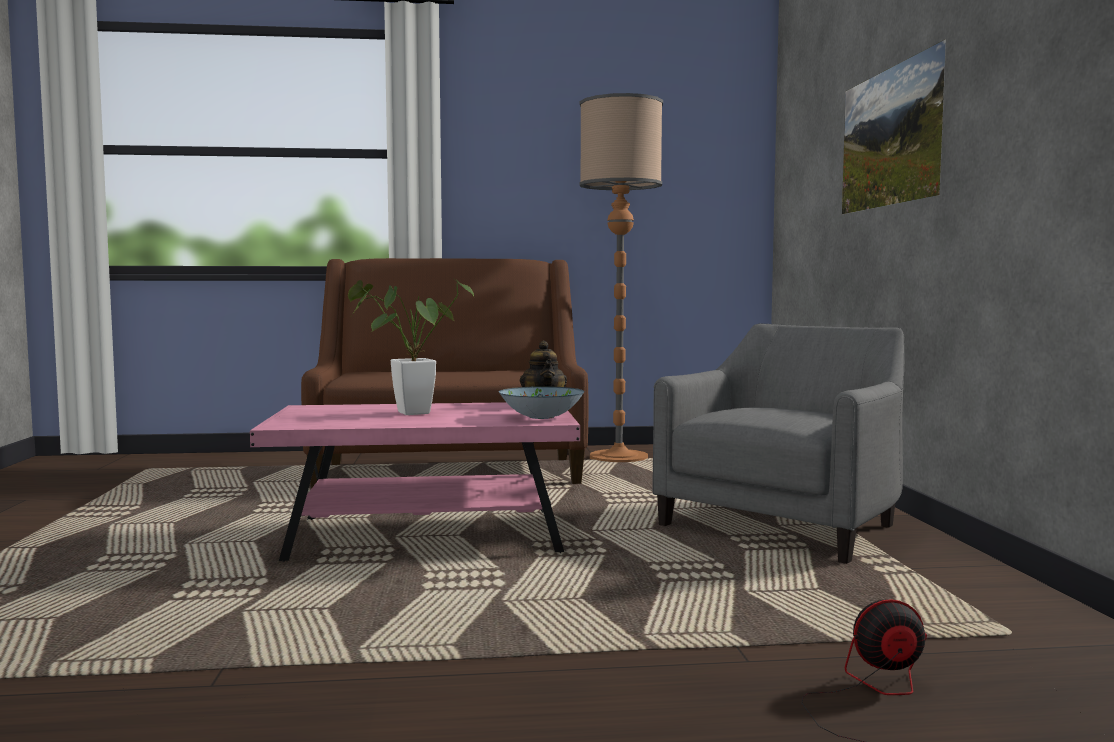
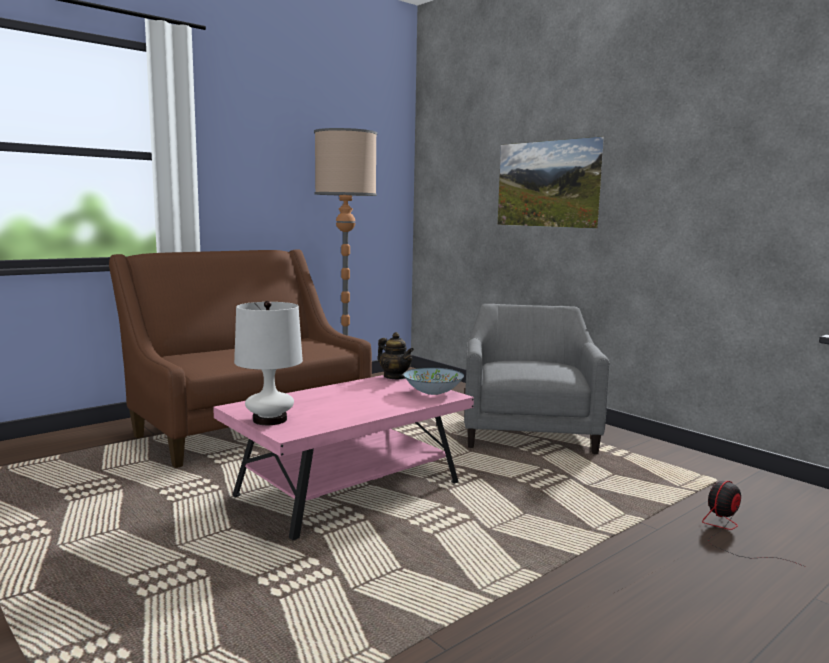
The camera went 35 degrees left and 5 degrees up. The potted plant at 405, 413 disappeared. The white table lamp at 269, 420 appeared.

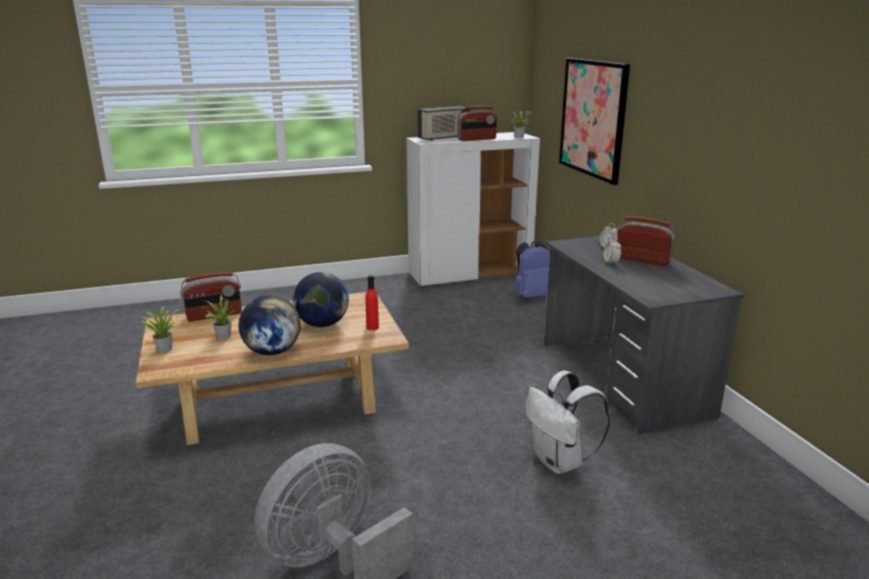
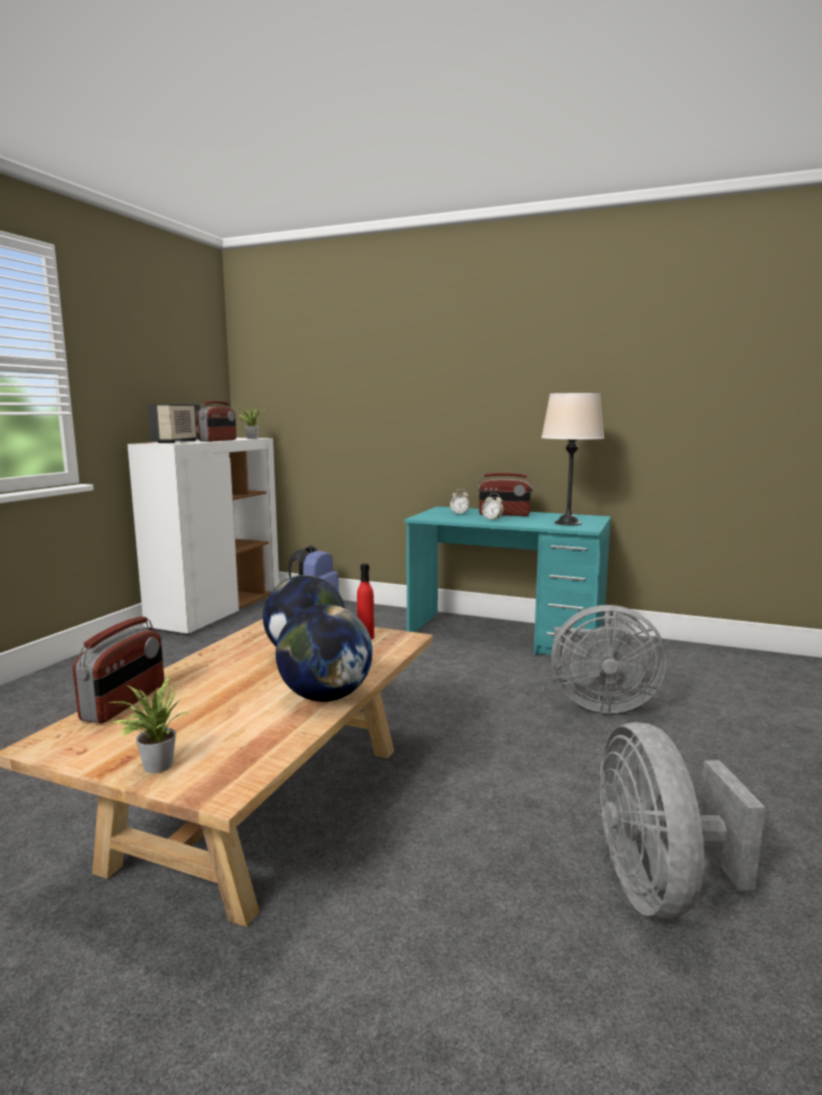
The camera went 50 degrees left and 10 degrees down. The picture at 593, 118 disappeared. The radio at 642, 260 turned 150 degrees counterclockwise. The grey desk at 622, 378 became the turquoise desk at 505, 636. The potted plant at 221, 337 disappeared. The white backpack at 560, 462 was replaced by the grey fan at 598, 704. The beige table lamp at 567, 523 appeared.

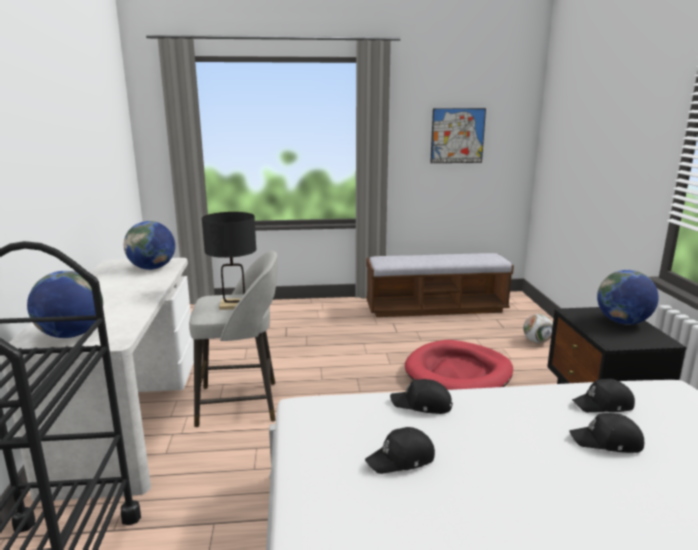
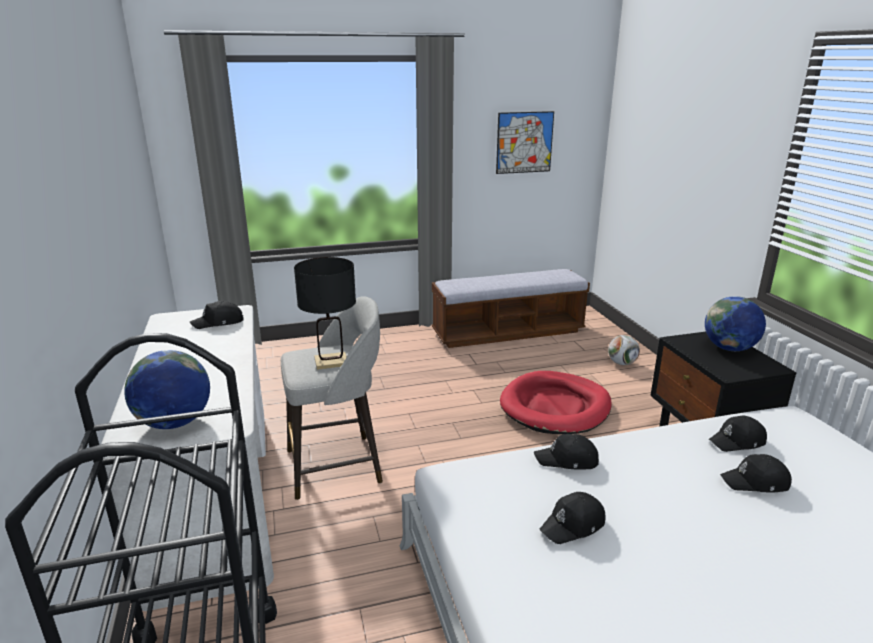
The camera went 10 degrees left and 5 degrees up. The globe at 152, 268 was replaced by the black cap at 219, 322.

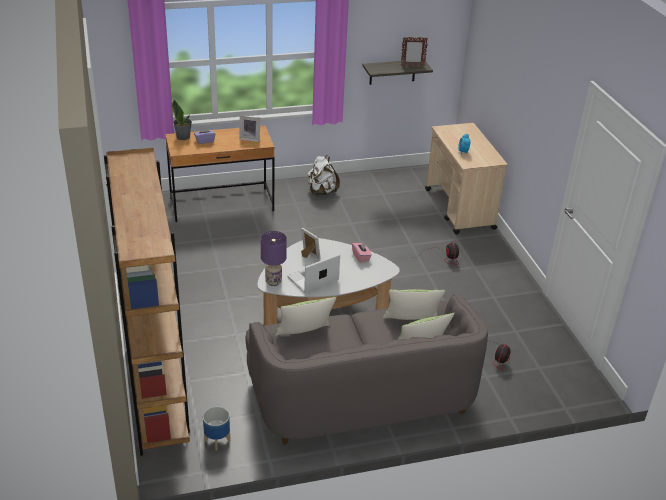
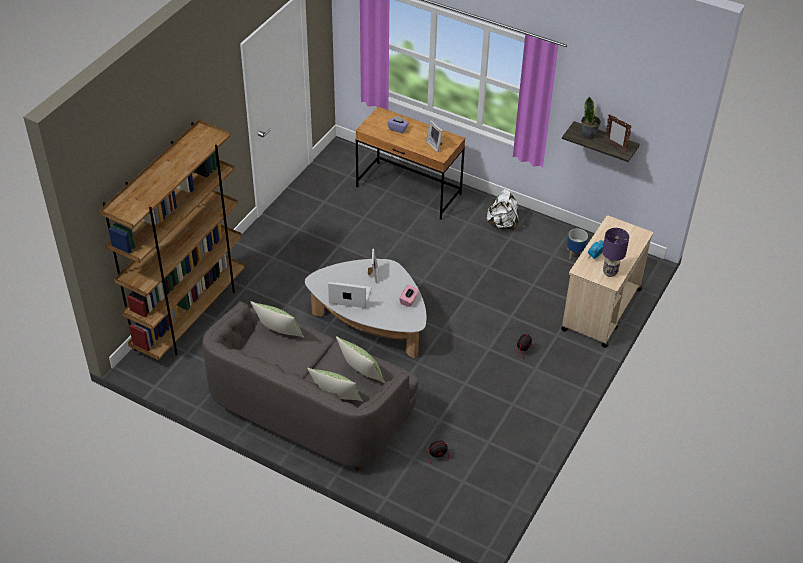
The camera went 45 degrees right and 10 degrees up. The potted plant moved from 183, 137 to 589, 134. The purple table lamp moved from 273, 282 to 610, 272. The planter moved from 217, 440 to 575, 254.

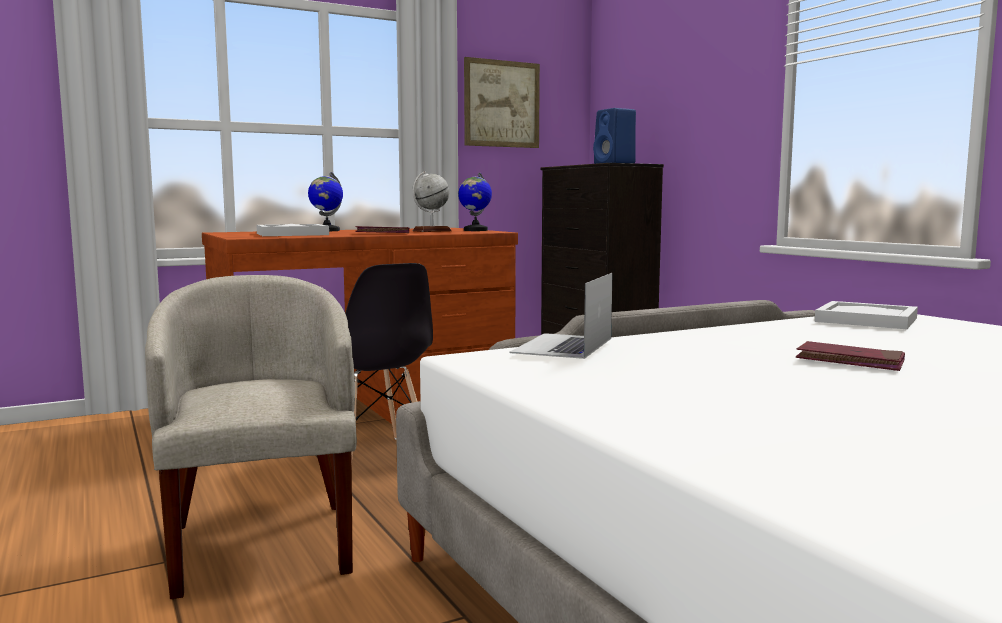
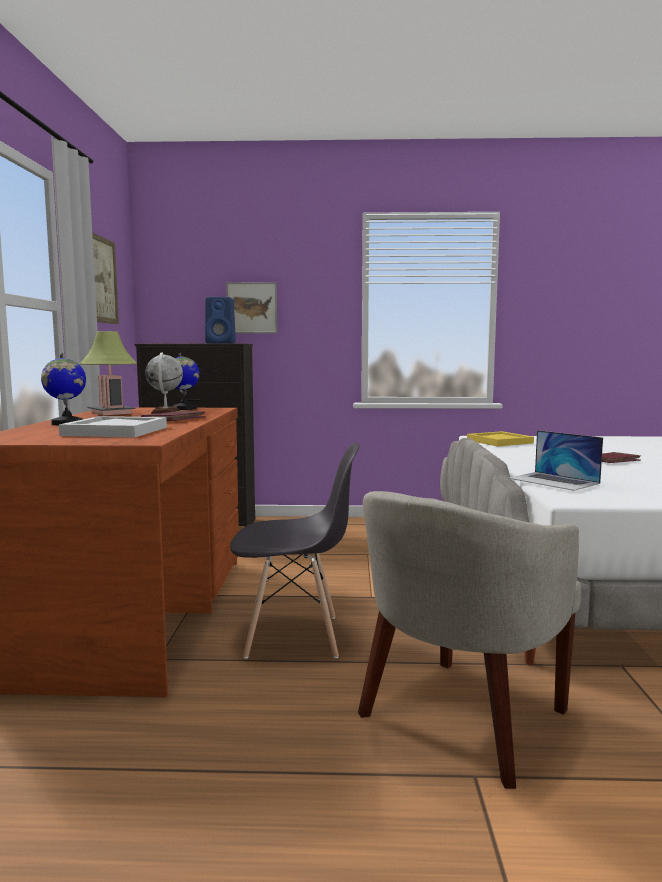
The camera went 60 degrees left and 0 degrees up. The beige armchair at 262, 543 turned 60 degrees counterclockwise. The white tray at 864, 320 became the yellow tray at 499, 442. The picture at 252, 308 appeared. The table lamp at 111, 413 appeared.

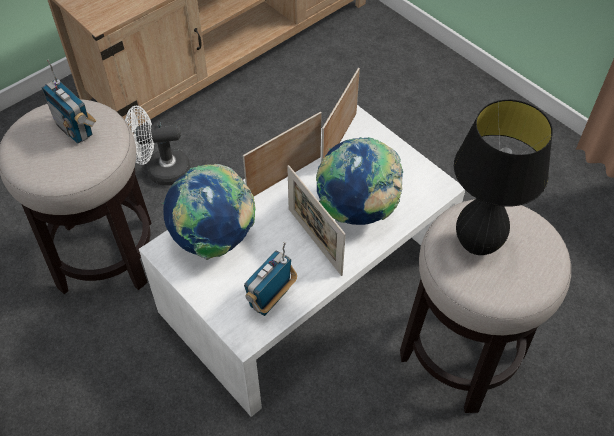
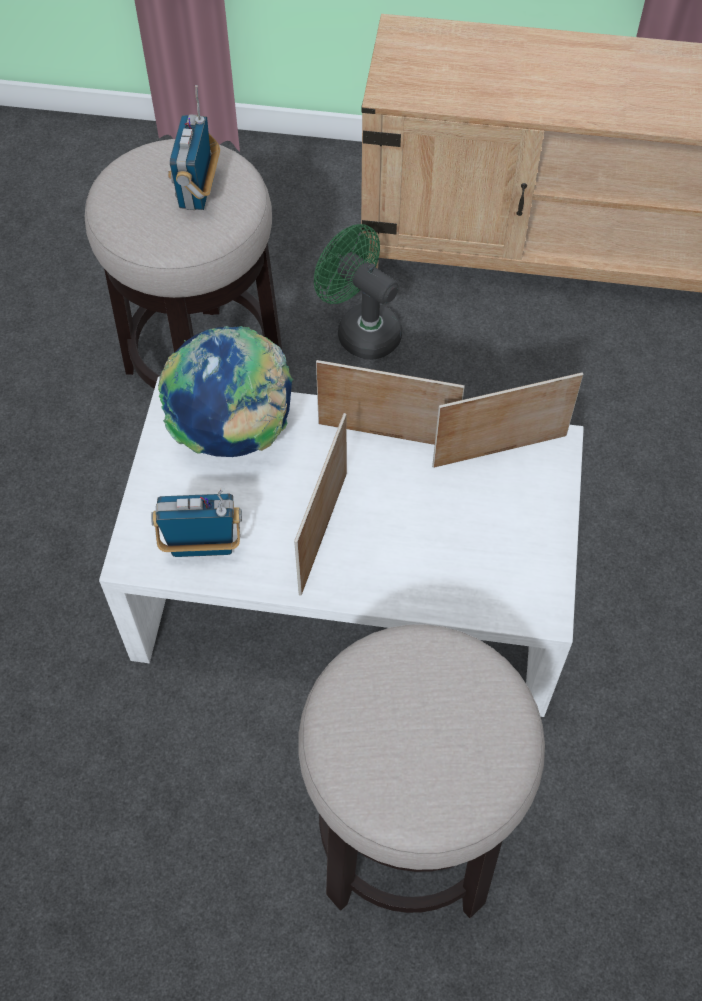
The camera went 50 degrees right and 5 degrees up. The black table lamp at 476, 245 disappeared. The white fan at 161, 171 became the green fan at 360, 330. The globe at 357, 210 disappeared.

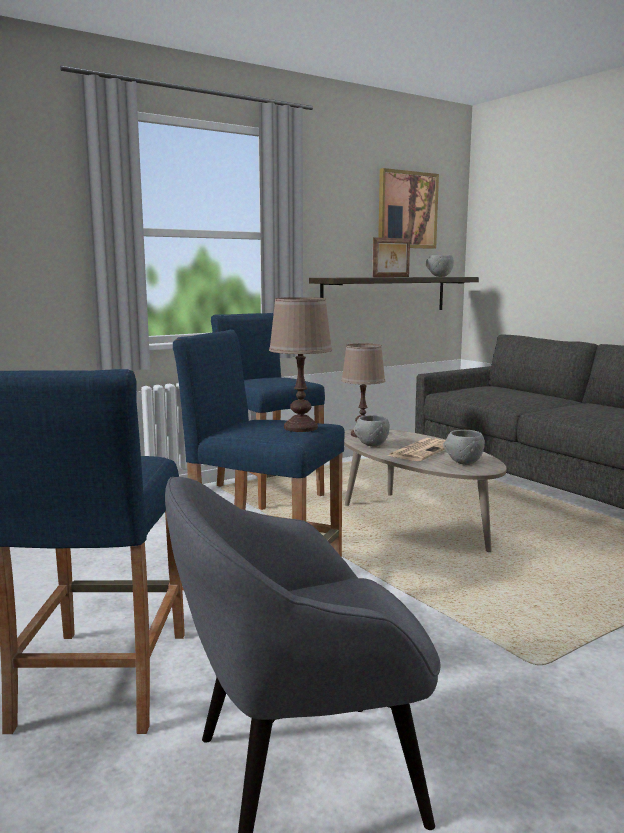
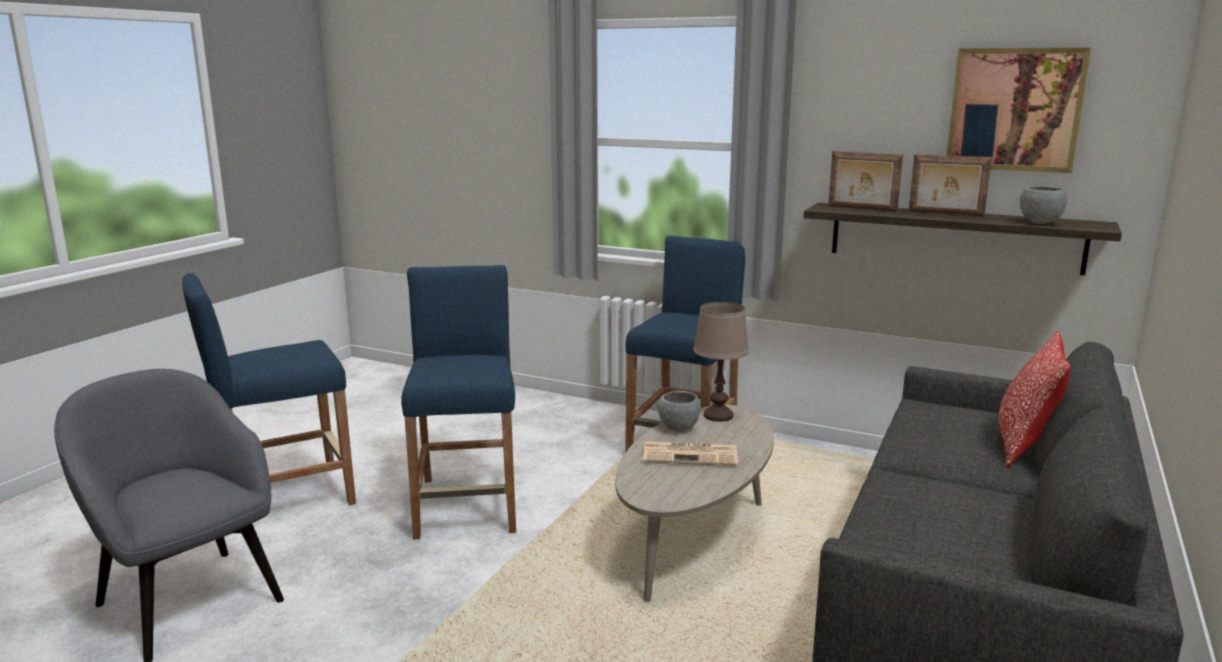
The camera went 60 degrees right and 5 degrees up. The brown table lamp at 300, 428 disappeared. The grey bowl at 463, 463 disappeared. The picture frame at 862, 209 appeared. The pillow at 1024, 446 appeared.

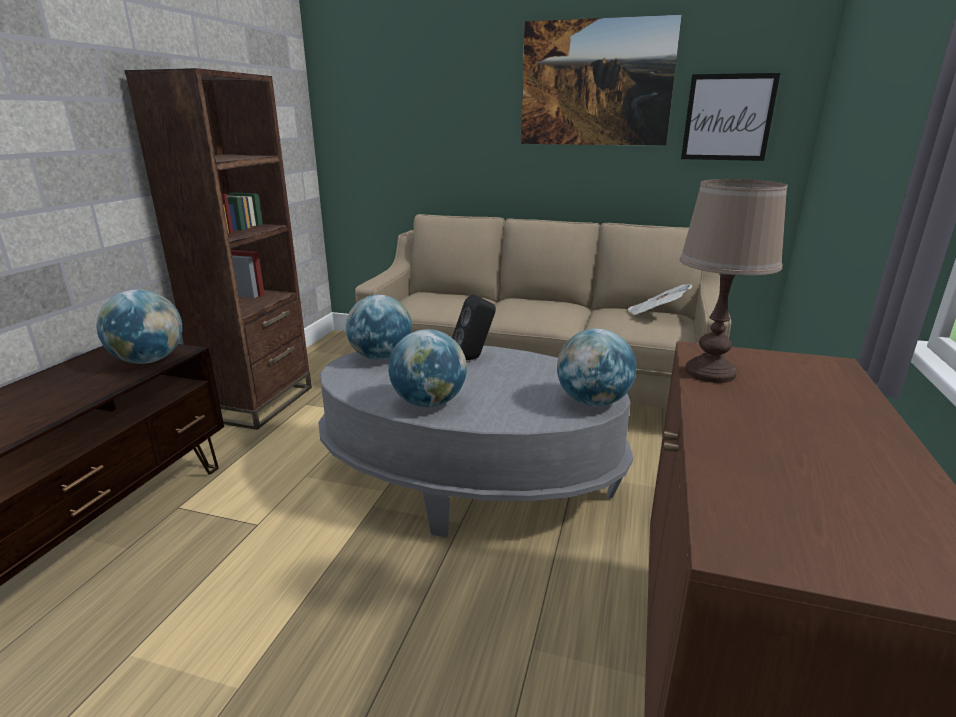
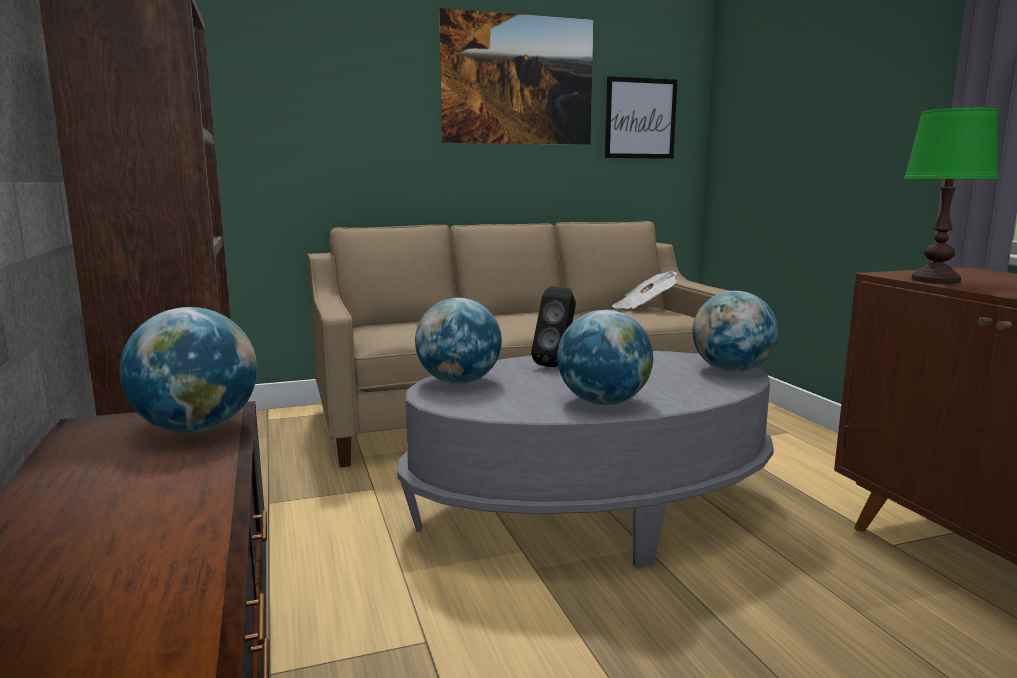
The camera went 35 degrees left and 10 degrees down. The brown table lamp at 709, 372 became the green table lamp at 935, 280.

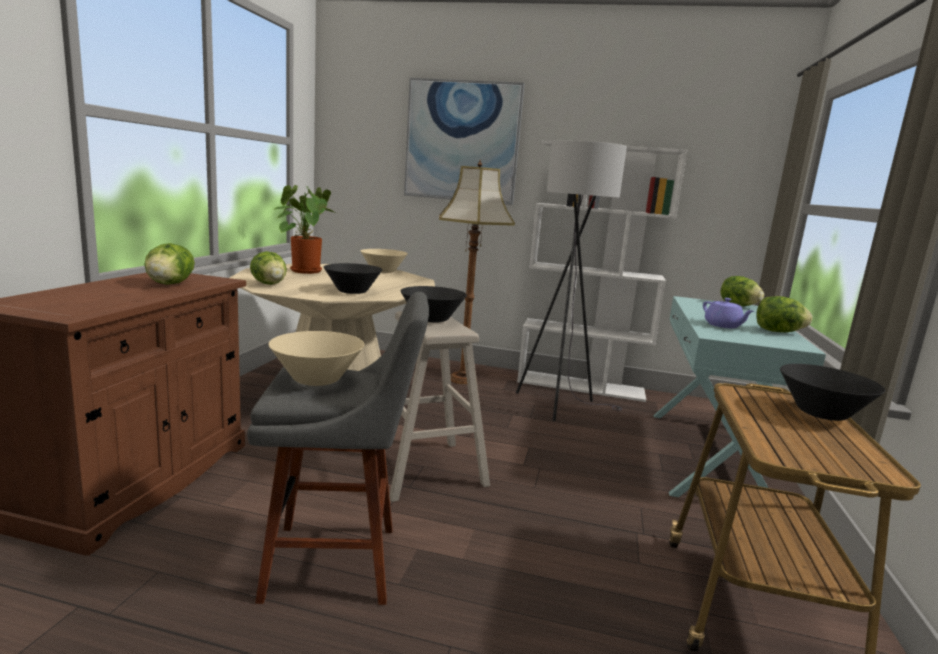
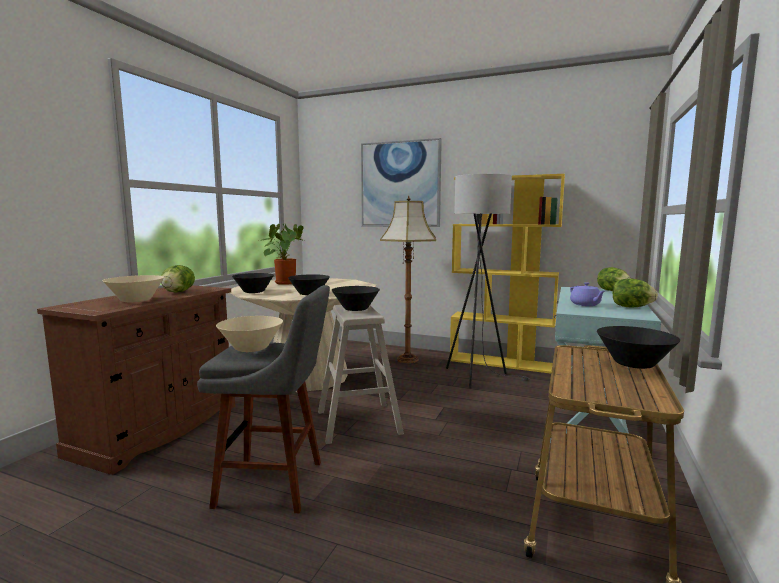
The camera went 10 degrees right and 5 degrees down. The white bookcase at 581, 386 became the yellow bookcase at 501, 362. The beige bowl moved from 383, 271 to 136, 300. The lettuce at 269, 284 was replaced by the black bowl at 254, 292.

